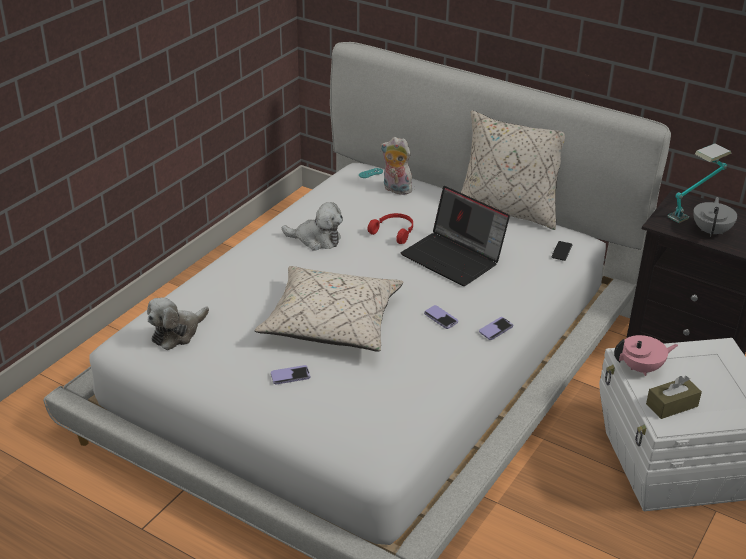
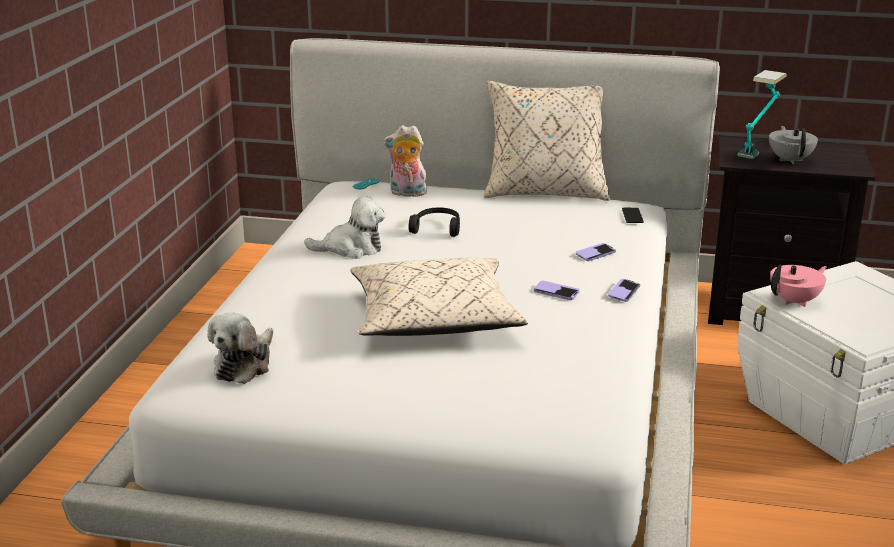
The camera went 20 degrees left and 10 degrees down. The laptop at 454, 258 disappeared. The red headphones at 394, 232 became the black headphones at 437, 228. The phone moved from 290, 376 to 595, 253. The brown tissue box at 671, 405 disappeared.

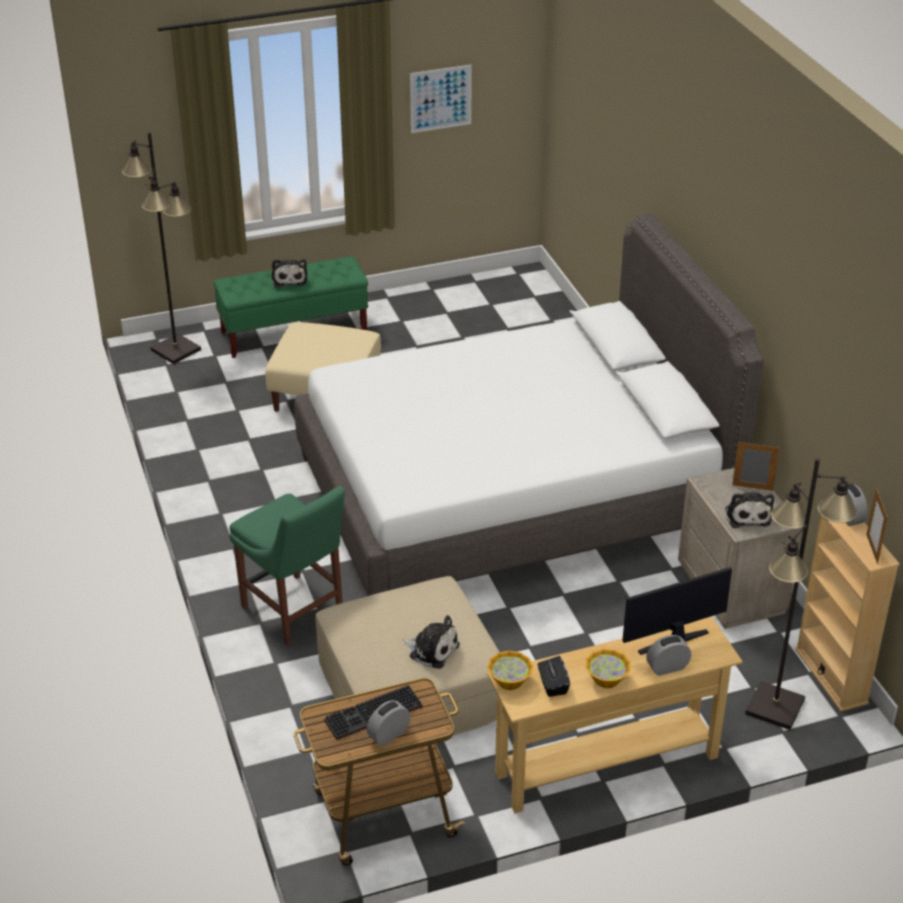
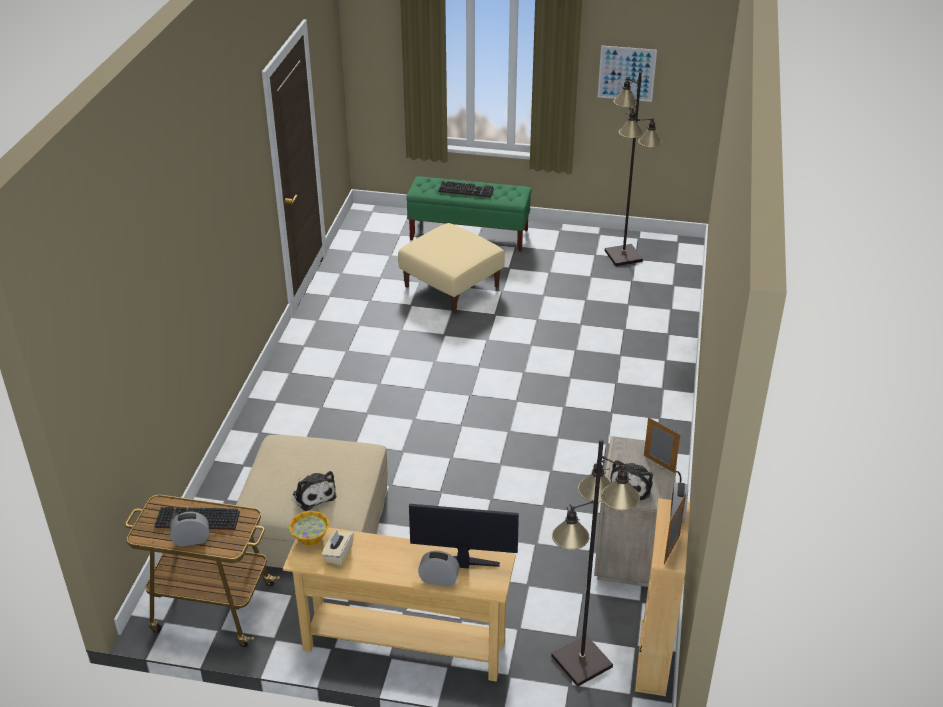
The camera went 30 degrees right and 0 degrees up. The black floor lamp moved from 176, 349 to 623, 256. The white bed at 512, 493 disappeared. The plush toy at 289, 279 was replaced by the keyboard at 467, 190. The green chair at 295, 612 disappeared. The bowl at 606, 679 disappeared. The black tissue box at 552, 685 became the beige tissue box at 338, 554.

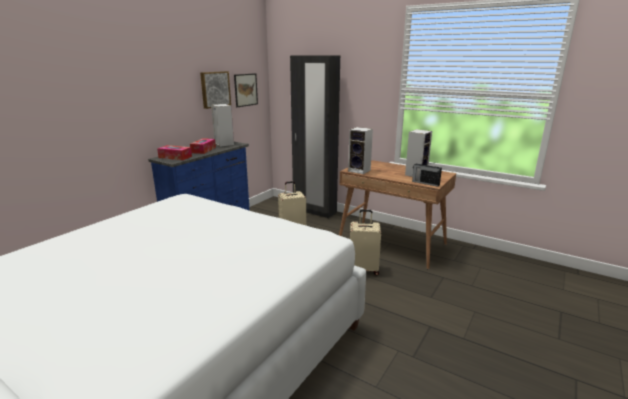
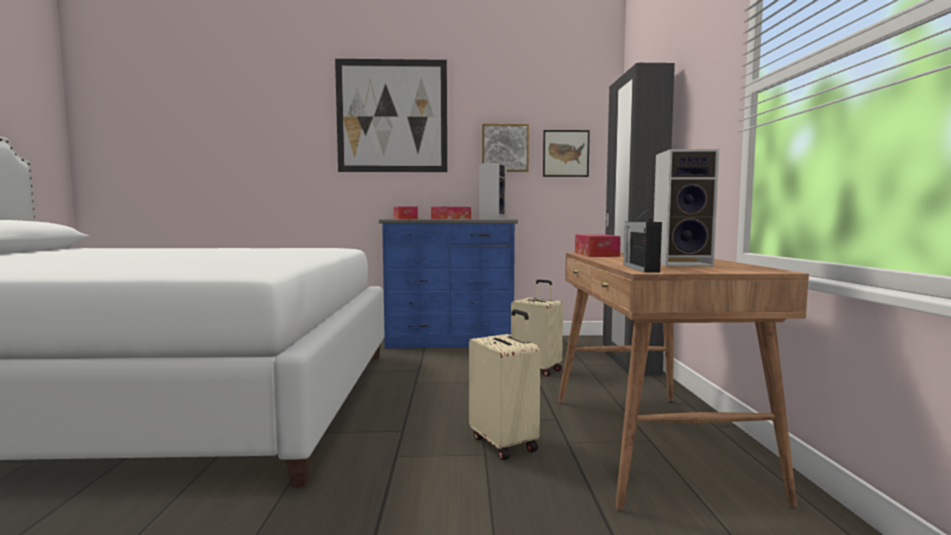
The camera went 55 degrees right and 15 degrees down. The speaker at 360, 171 was replaced by the tissue box at 596, 254. The picture at 392, 116 appeared.

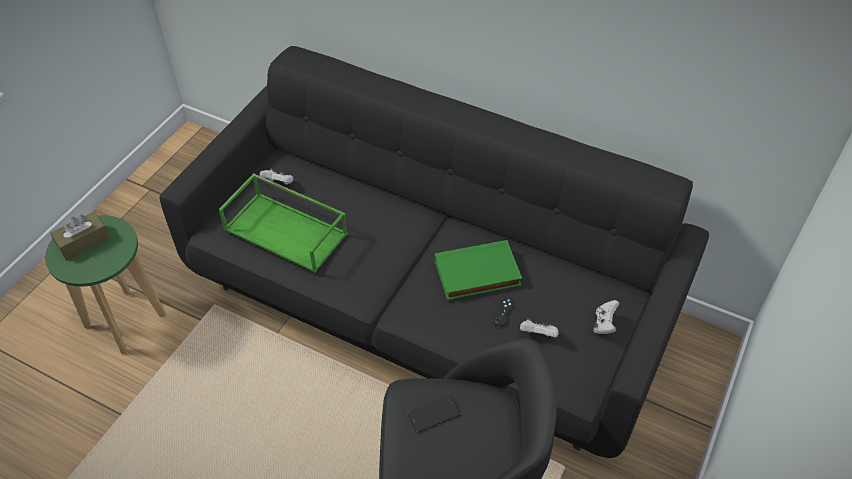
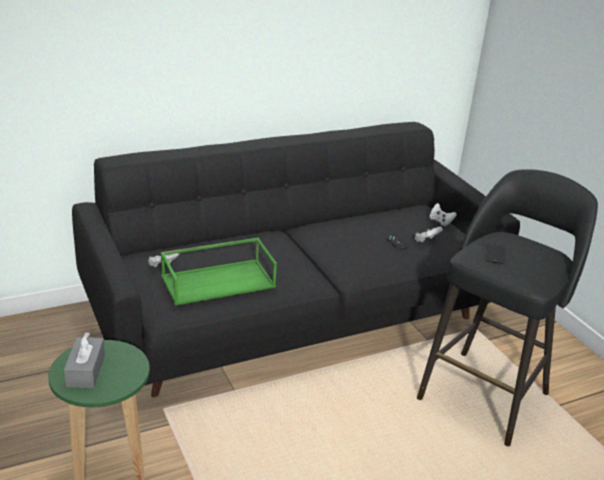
The camera went 55 degrees left and 20 degrees down. The brown tissue box at 83, 242 became the grey tissue box at 85, 370. The green book at 477, 274 disappeared.

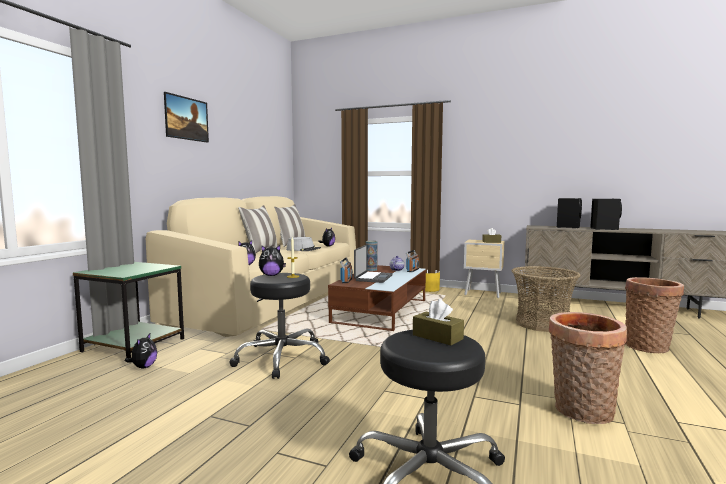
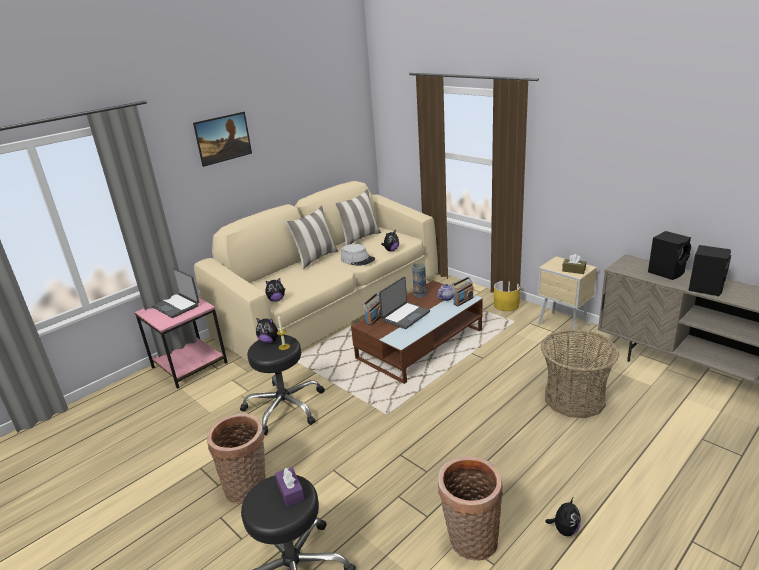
The camera went 25 degrees right and 20 degrees up. The green side table at 134, 344 became the pink side table at 189, 364. The basket moved from 648, 346 to 248, 488. The brown tissue box at 437, 337 became the purple tissue box at 290, 491. The plush toy moved from 143, 367 to 564, 530. The laptop at 176, 306 appeared.

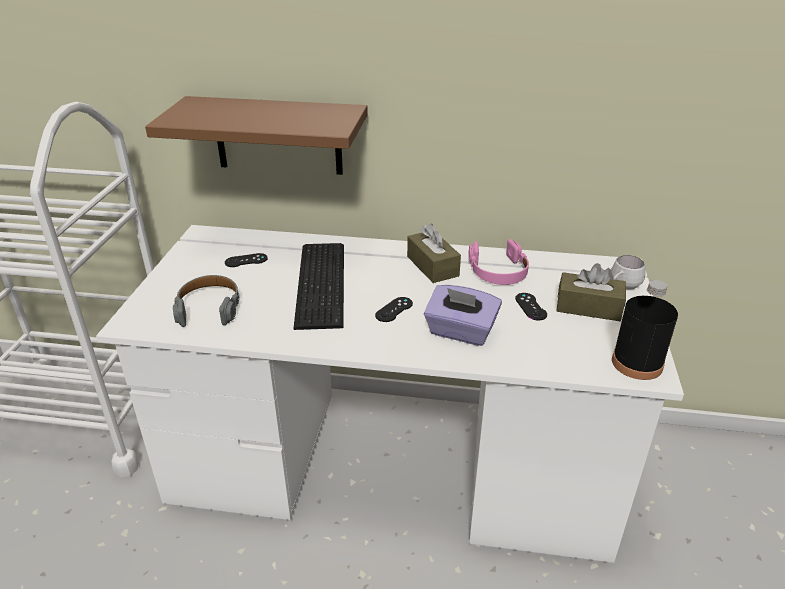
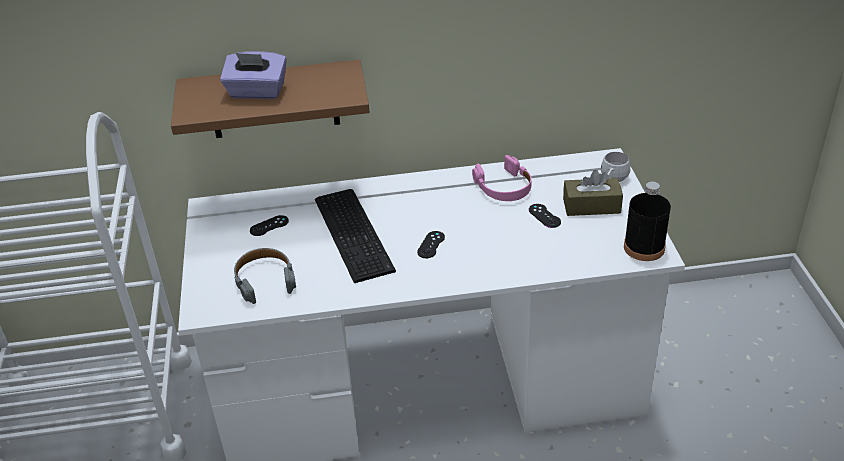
The camera went 15 degrees left and 5 degrees up. The brown tissue box at 432, 266 disappeared. The purple tissue box moved from 460, 332 to 257, 92.

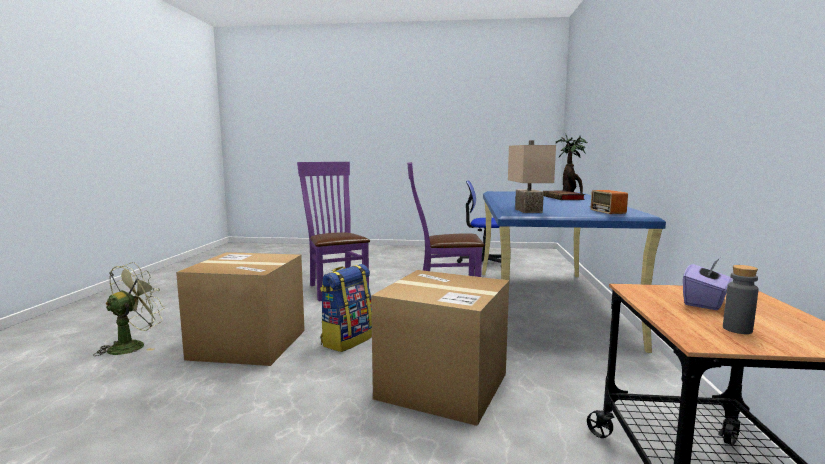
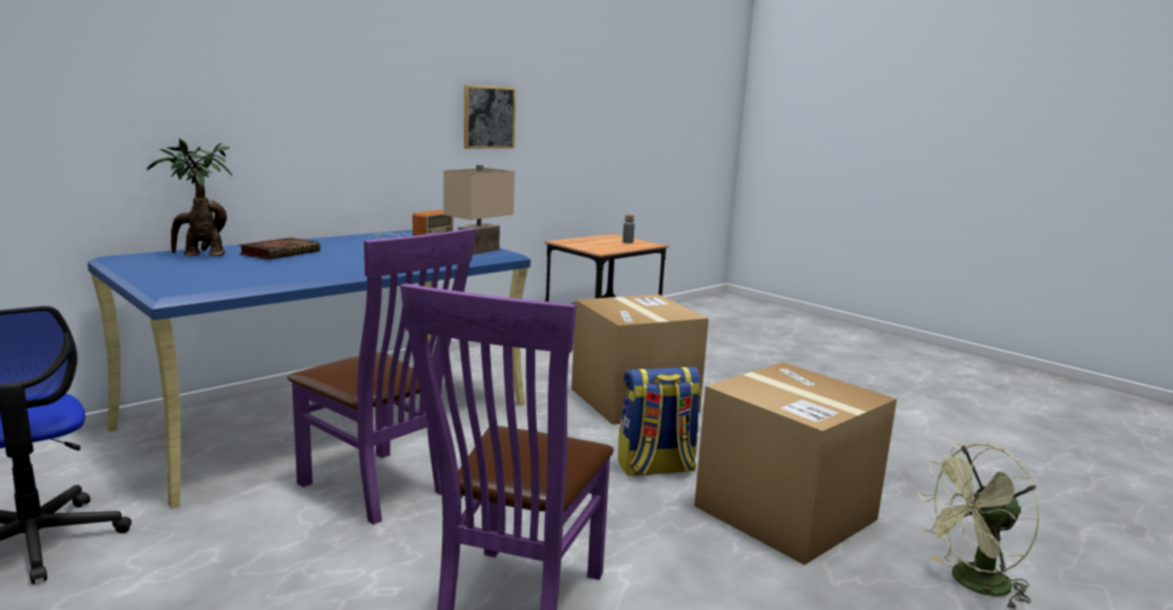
The camera went 140 degrees left and 5 degrees up. The purple tissue box at 705, 302 disappeared. The picture at 488, 117 appeared.

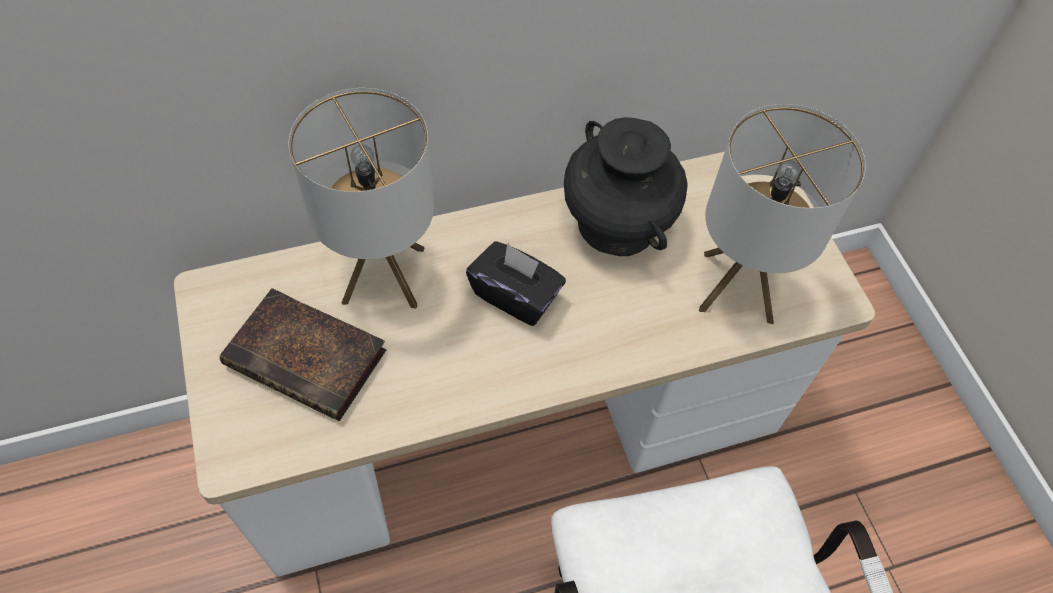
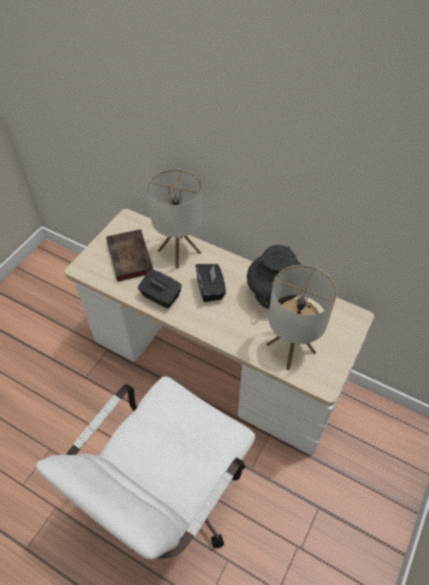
The camera went 50 degrees right and 5 degrees down. The black tissue box at 160, 297 appeared.

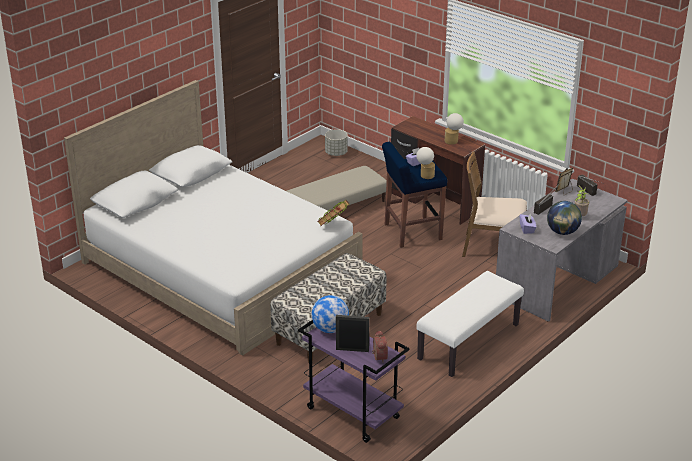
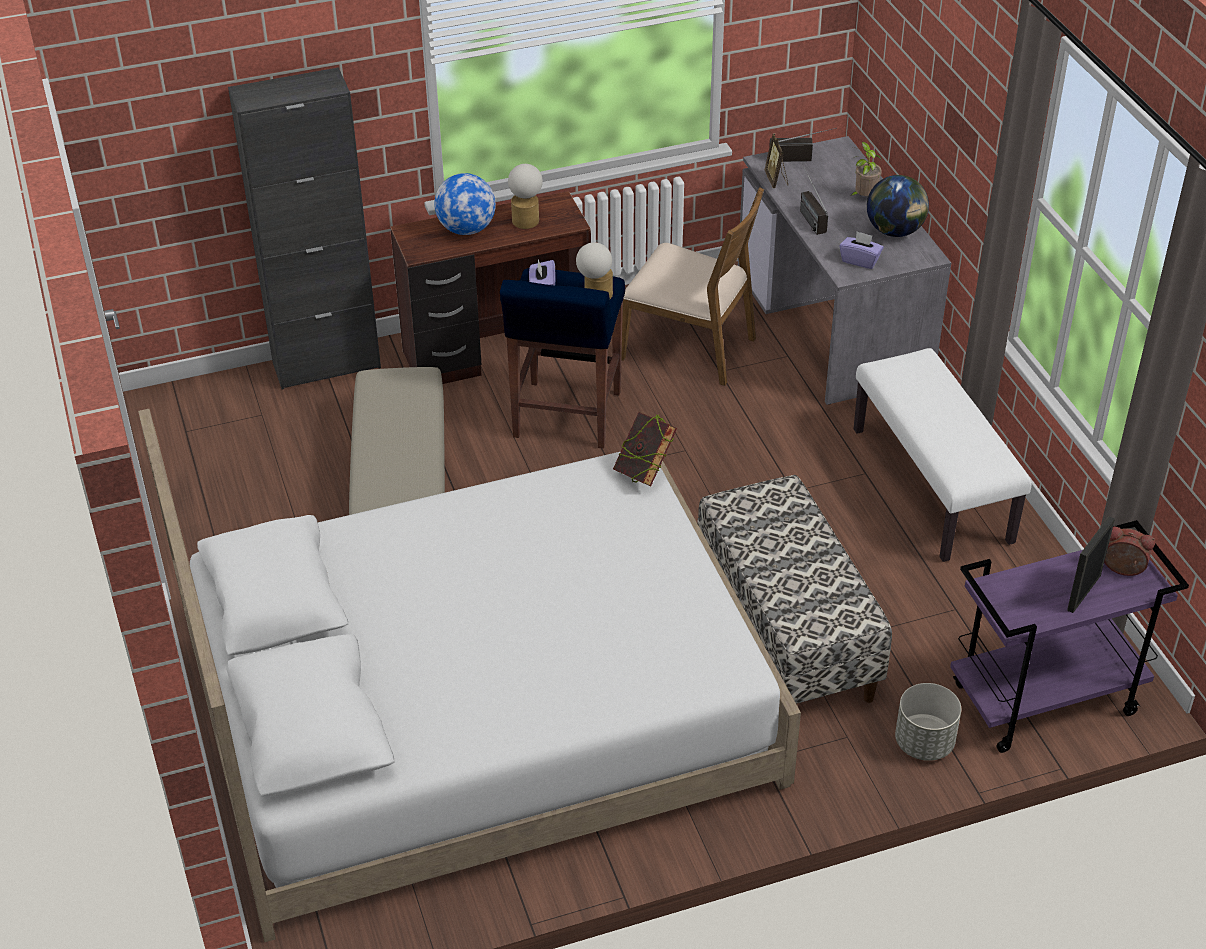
The camera went 60 degrees left and 10 degrees up. The grey planter moved from 336, 153 to 924, 742. The brown chair at 493, 247 turned 105 degrees counterclockwise. The globe moved from 330, 329 to 466, 229. The black cabinet at 326, 365 appeared.

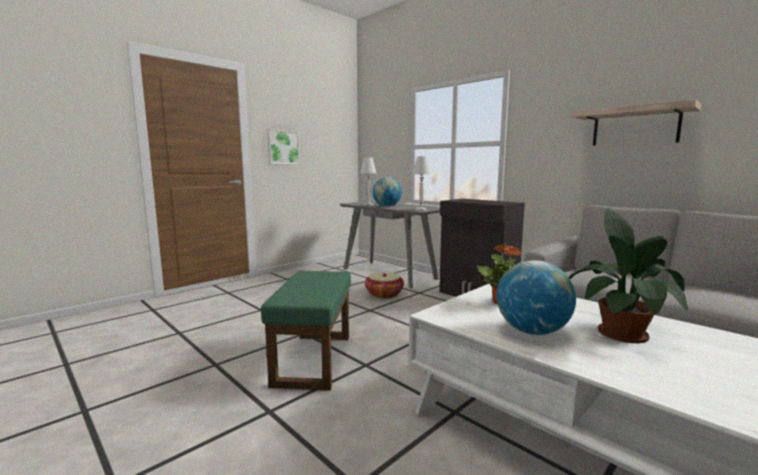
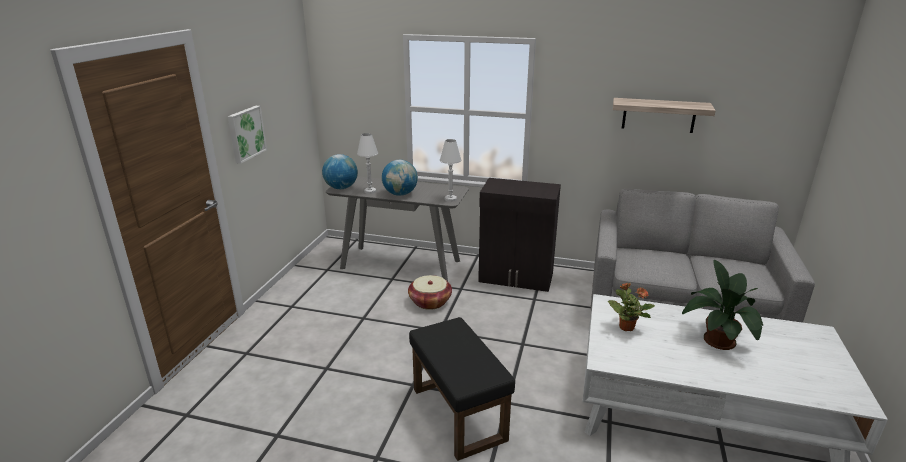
The camera went 30 degrees left and 15 degrees up. The globe moved from 532, 331 to 341, 188. The green ottoman at 314, 360 became the black ottoman at 460, 414.

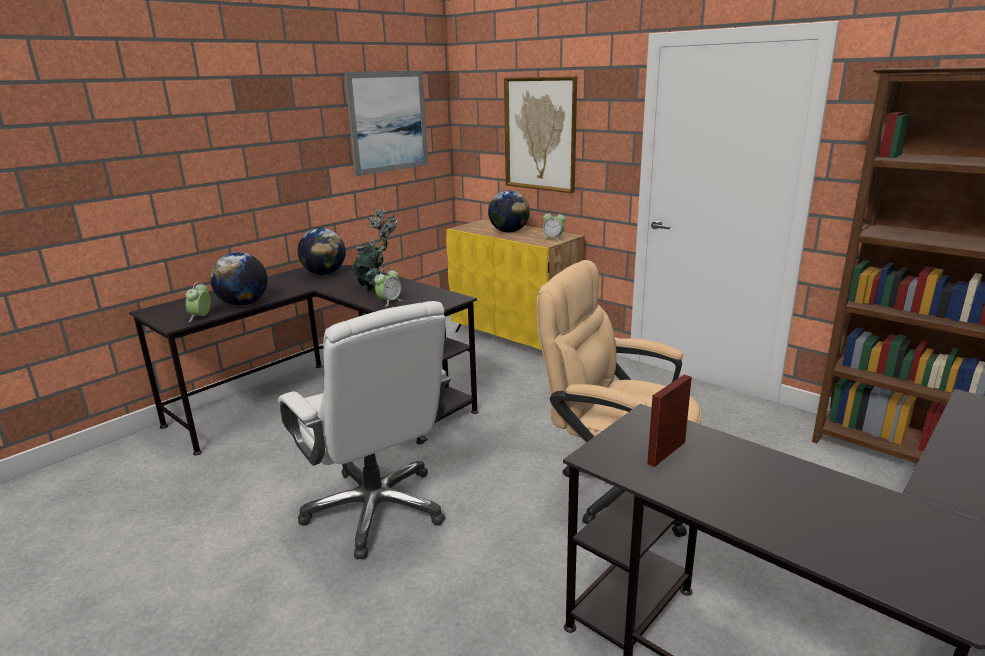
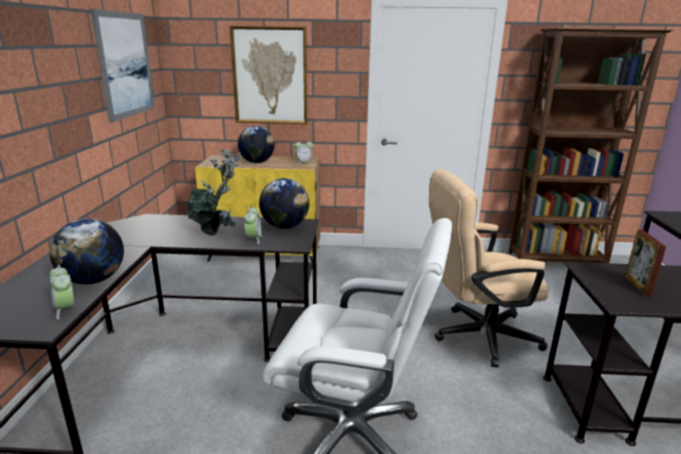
The camera went 40 degrees left and 0 degrees up. The globe moved from 324, 273 to 285, 226.

